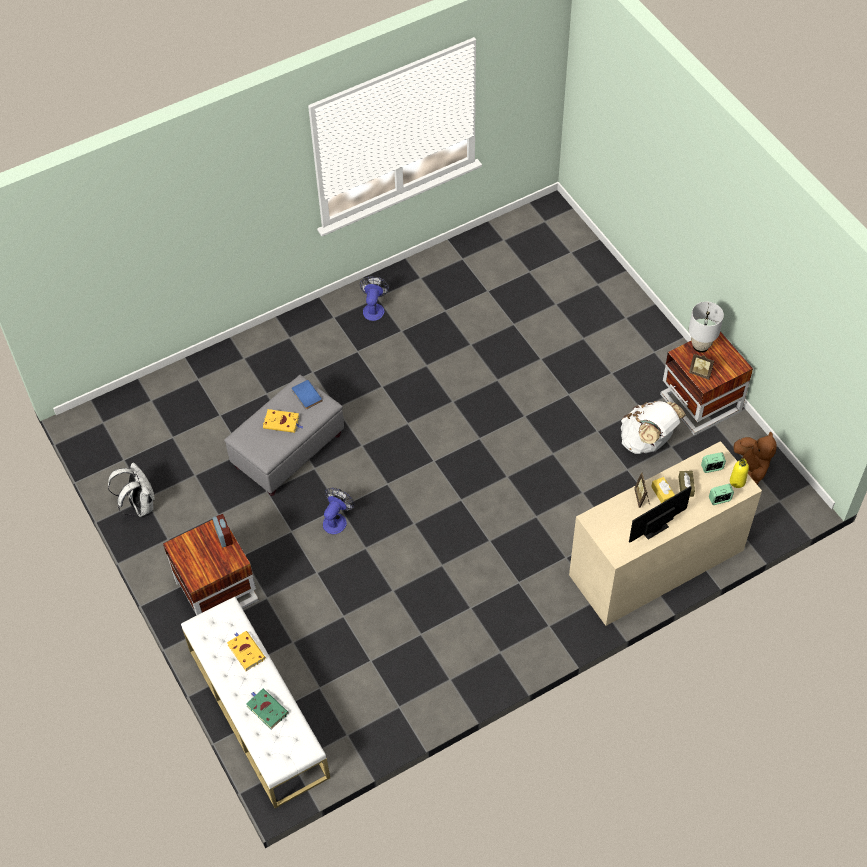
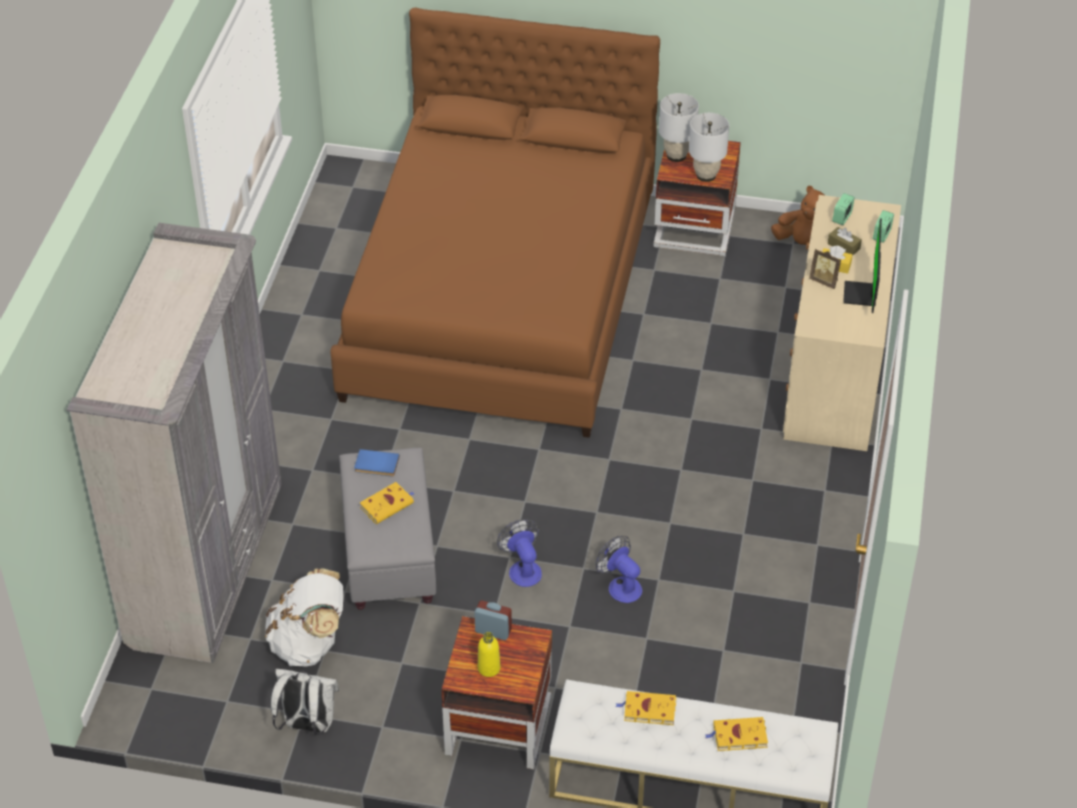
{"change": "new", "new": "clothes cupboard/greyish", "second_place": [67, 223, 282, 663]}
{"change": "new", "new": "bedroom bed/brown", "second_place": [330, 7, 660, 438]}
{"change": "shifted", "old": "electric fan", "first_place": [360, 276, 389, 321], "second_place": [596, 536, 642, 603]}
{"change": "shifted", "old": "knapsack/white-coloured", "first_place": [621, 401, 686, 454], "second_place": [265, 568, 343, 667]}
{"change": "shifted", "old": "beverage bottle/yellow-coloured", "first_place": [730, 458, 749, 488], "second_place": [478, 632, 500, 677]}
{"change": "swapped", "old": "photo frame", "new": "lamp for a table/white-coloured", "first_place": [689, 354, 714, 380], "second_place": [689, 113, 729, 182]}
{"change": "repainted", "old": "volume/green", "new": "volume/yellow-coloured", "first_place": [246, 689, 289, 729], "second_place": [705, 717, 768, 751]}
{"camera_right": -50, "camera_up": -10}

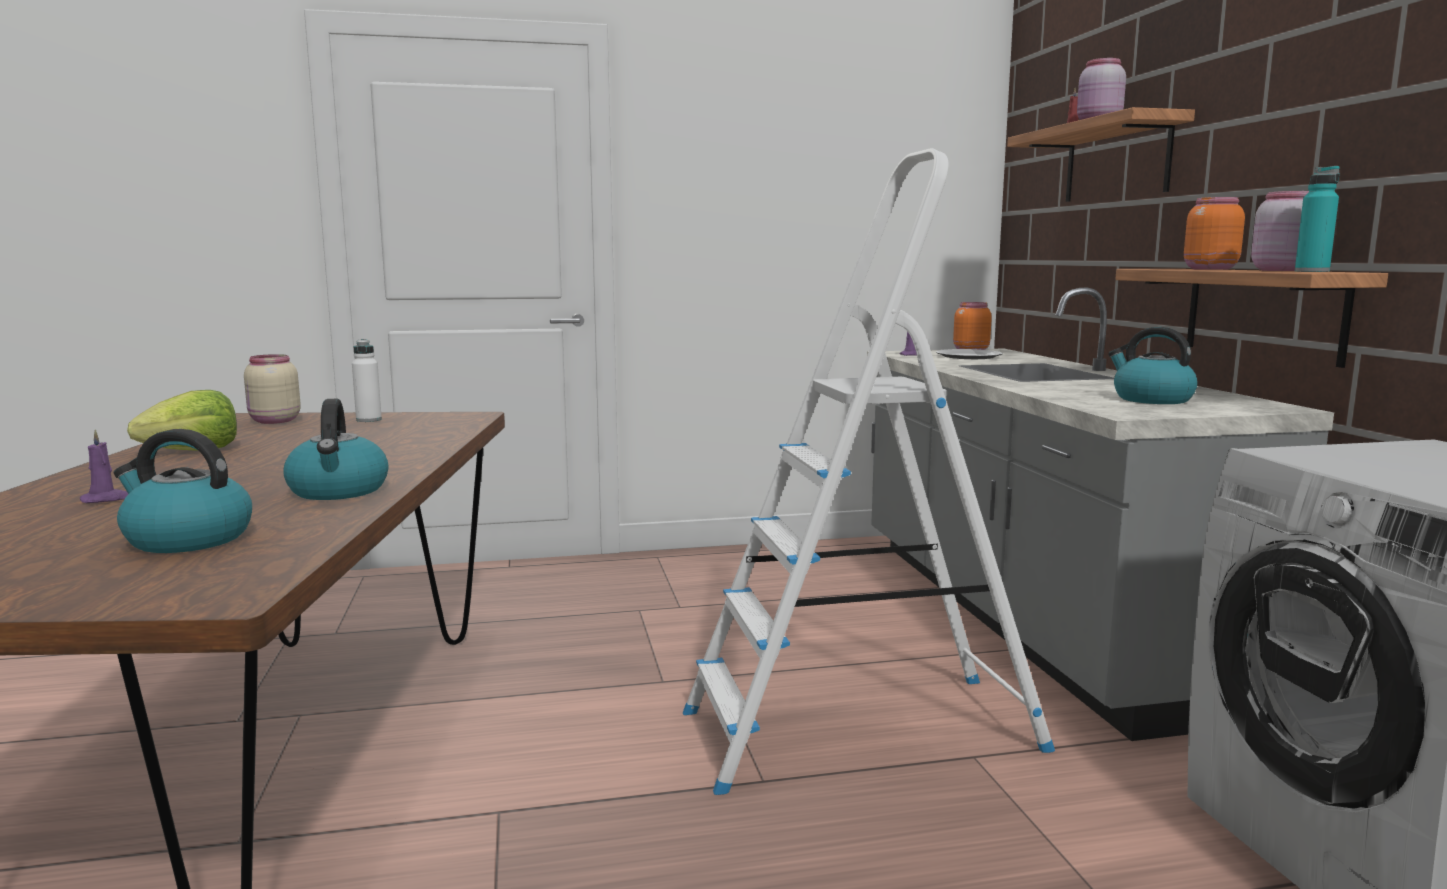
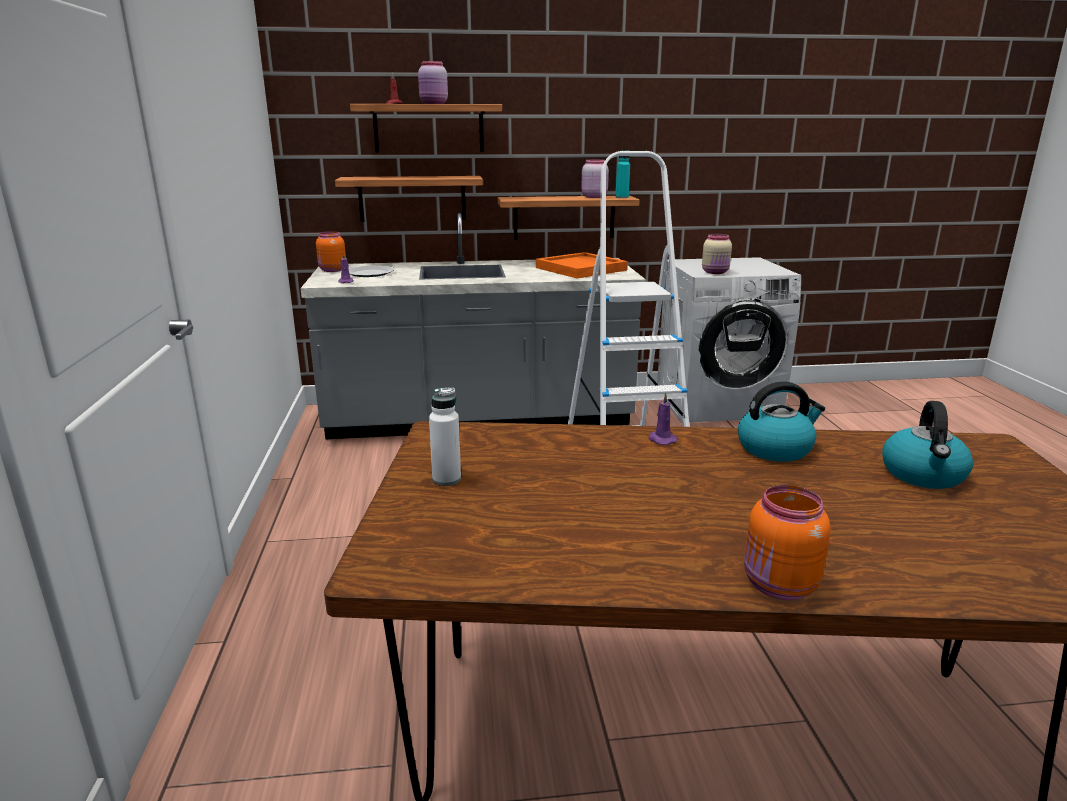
{"change": "gone", "old": "lettuce head", "first_place": [127, 390, 237, 451]}
{"change": "new", "new": "wall shelf", "second_place": [335, 176, 483, 222]}
{"change": "shifted", "old": "wax light/purple-coloured", "first_place": [80, 429, 128, 503], "second_place": [649, 393, 677, 445]}
{"change": "shifted", "old": "preserve jar/beige-coloured", "first_place": [244, 354, 301, 424], "second_place": [702, 234, 732, 274]}
{"change": "shifted", "old": "preserve jar/orangey", "first_place": [1184, 197, 1245, 270], "second_place": [744, 485, 831, 600]}
{"change": "swapped", "old": "tea kettle", "new": "carrying tray/orangey", "first_place": [1108, 327, 1198, 404], "second_place": [536, 252, 628, 279]}
{"camera_right": -85, "camera_up": 10}

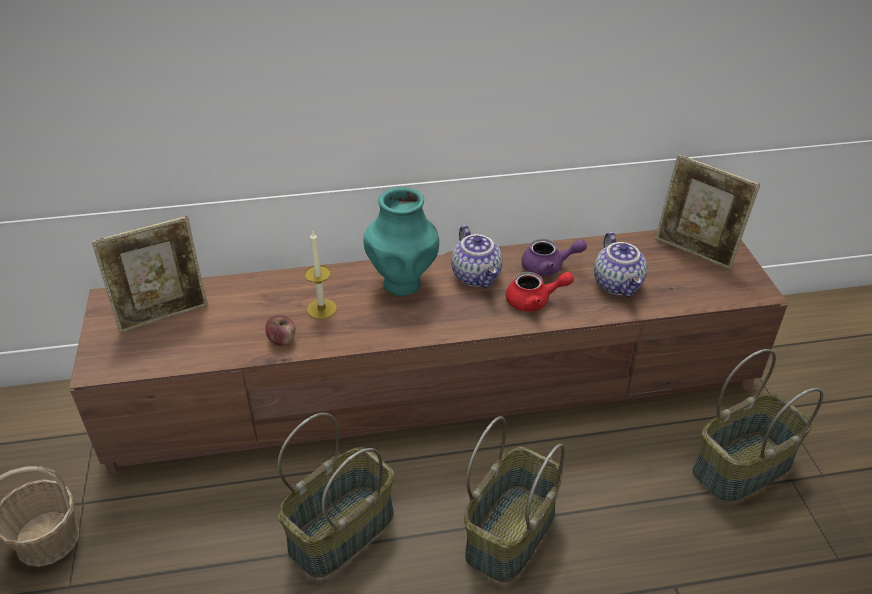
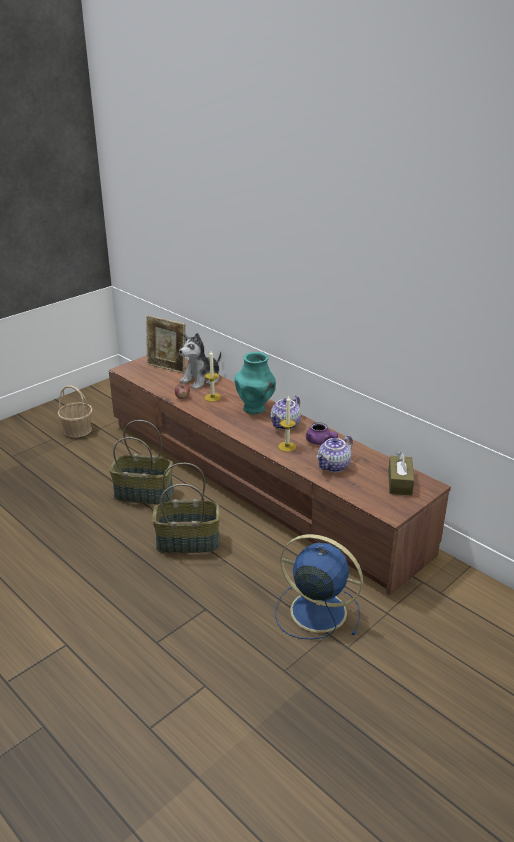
{"change": "new", "new": "plush toy", "second_place": [179, 333, 221, 389]}
{"change": "swapped", "old": "pot for tea/red", "new": "wax light", "first_place": [506, 272, 574, 312], "second_place": [278, 395, 296, 452]}
{"change": "swapped", "old": "photo frame", "new": "tissue box/brown", "first_place": [655, 154, 760, 270], "second_place": [388, 452, 414, 496]}
{"change": "swapped", "old": "storage basket", "new": "electric fan/blue-coloured", "first_place": [692, 349, 824, 503], "second_place": [275, 534, 363, 640]}
{"camera_right": 55, "camera_up": -10}

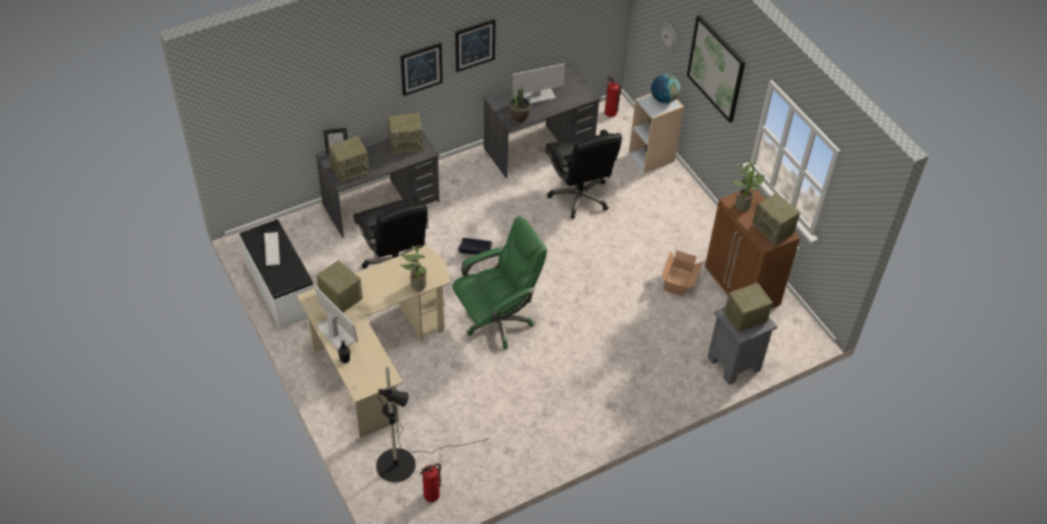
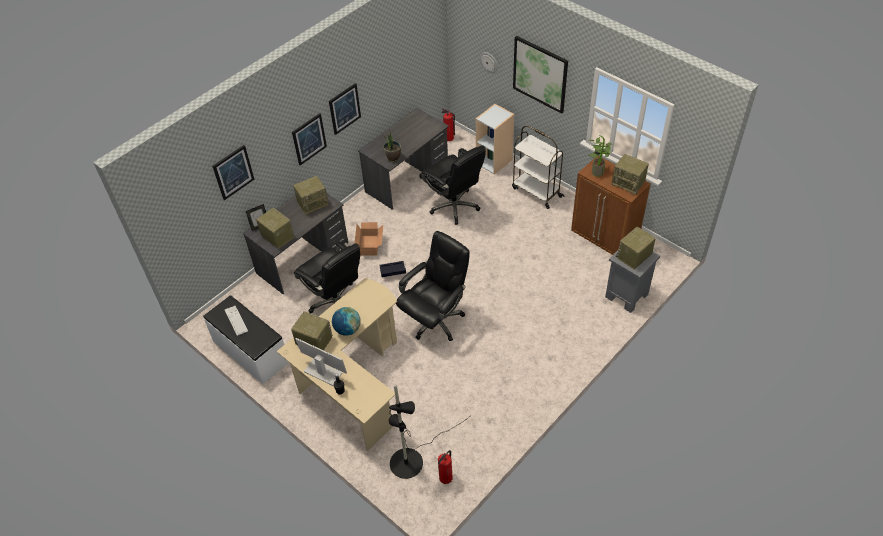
{"change": "gone", "old": "plant in a pot", "first_place": [400, 245, 427, 291]}
{"change": "gone", "old": "monitor", "first_place": [513, 64, 565, 104]}
{"change": "new", "new": "wall picture", "second_place": [212, 145, 254, 200]}
{"change": "new", "new": "wheeled cart/white-coloured", "second_place": [512, 126, 564, 209]}
{"change": "shifted", "old": "world globe", "first_place": [651, 74, 680, 103], "second_place": [332, 307, 361, 336]}
{"change": "shifted", "old": "carton", "first_place": [662, 251, 703, 296], "second_place": [354, 222, 383, 256]}
{"change": "repainted", "old": "desk chair/green", "new": "desk chair/black-coloured", "first_place": [453, 216, 547, 349], "second_place": [396, 231, 470, 341]}
{"change": "rotated", "old": "radio", "first_place": [328, 136, 371, 183], "second_place": [256, 207, 294, 249], "degrees": -90}
{"camera_right": -15, "camera_up": 0}

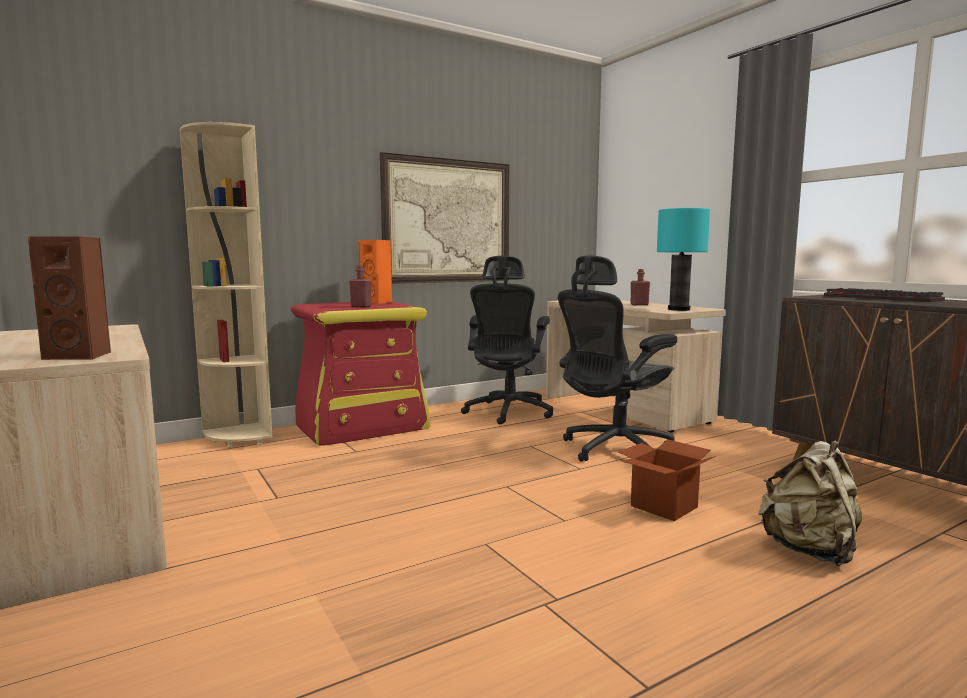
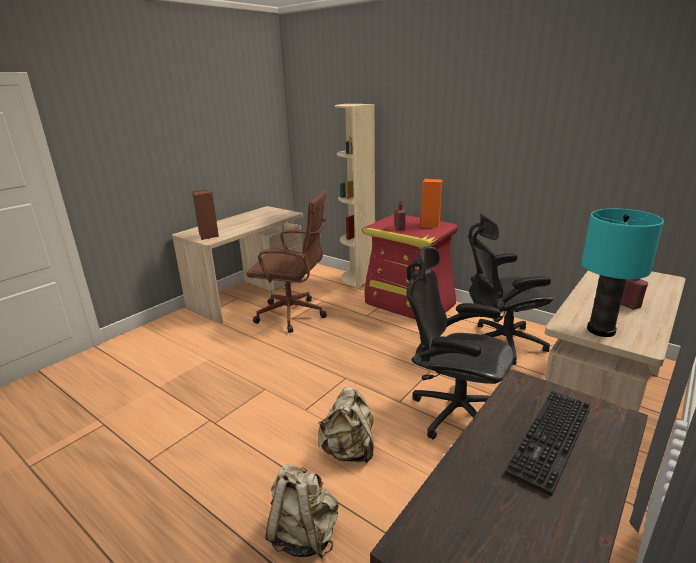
{"change": "gone", "old": "wall picture", "first_place": [380, 152, 509, 284]}
{"change": "new", "new": "desk chair/brown", "second_place": [246, 189, 327, 333]}
{"change": "swapped", "old": "carton", "new": "knapsack/beige-coloured", "first_place": [619, 440, 716, 521], "second_place": [318, 387, 374, 464]}
{"camera_right": 70, "camera_up": 15}

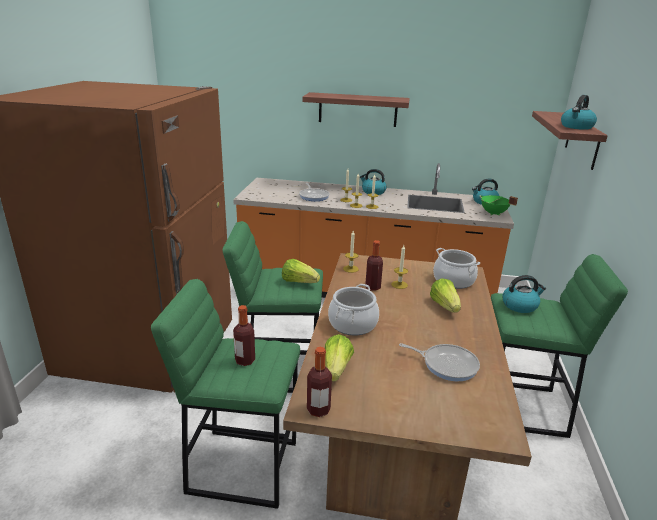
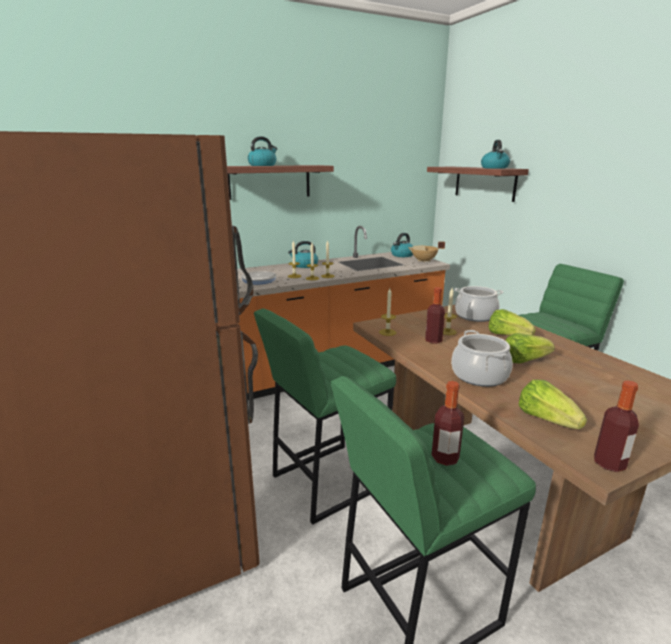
{"change": "gone", "old": "pan", "first_place": [399, 343, 480, 381]}
{"change": "shifted", "old": "lettuce head", "first_place": [282, 259, 320, 283], "second_place": [505, 333, 555, 364]}
{"change": "shifted", "old": "tea kettle", "first_place": [502, 275, 546, 313], "second_place": [248, 136, 277, 166]}
{"change": "repainted", "old": "cooking pot/green", "new": "cooking pot/beige-coloured", "first_place": [480, 195, 518, 216], "second_place": [408, 242, 445, 263]}
{"camera_right": -35, "camera_up": -5}

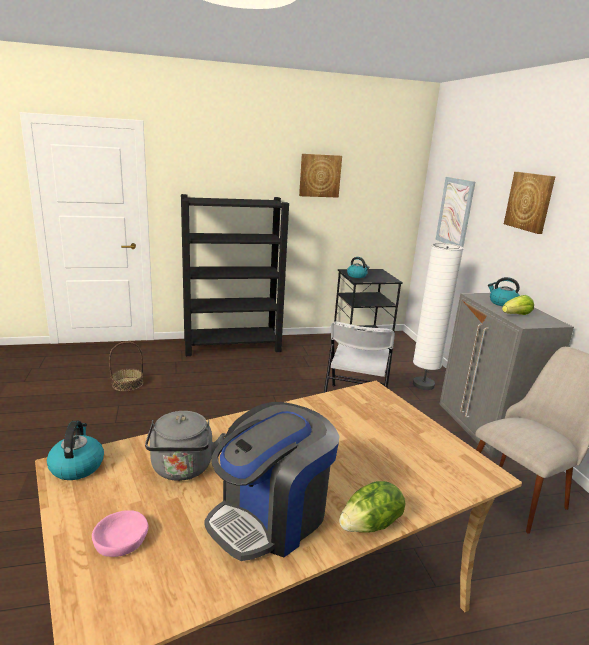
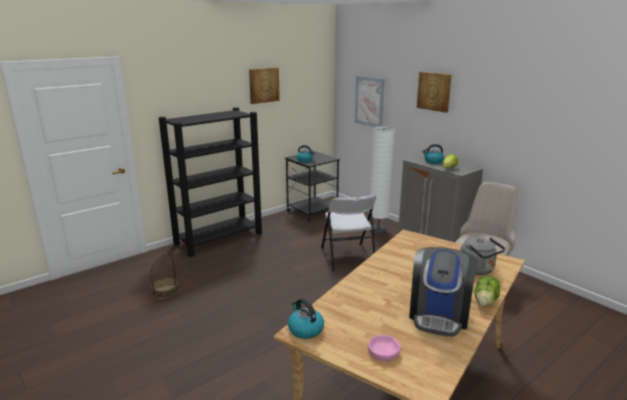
{"change": "shifted", "old": "tea kettle/greyish", "first_place": [145, 411, 226, 481], "second_place": [460, 238, 505, 275]}
{"camera_right": -25, "camera_up": 0}

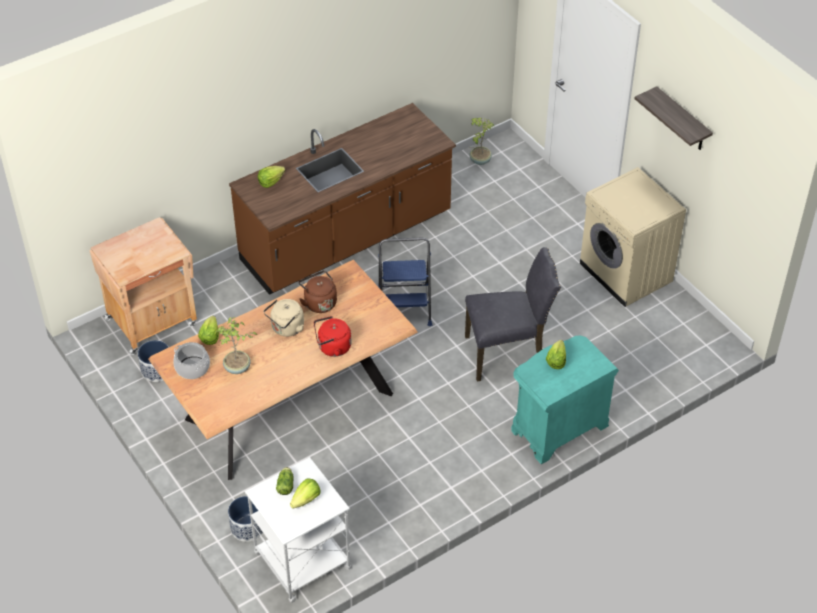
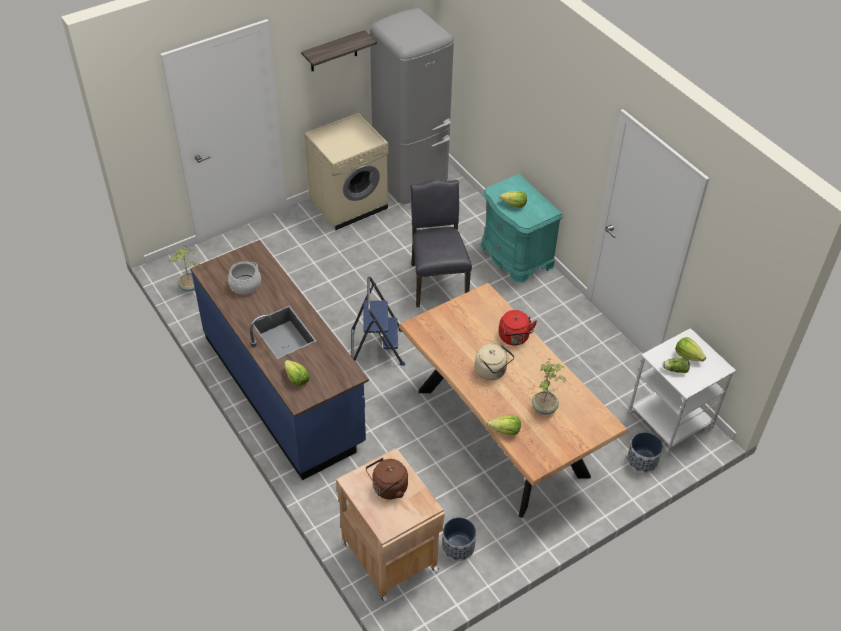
{"change": "new", "new": "fridge/greyish", "second_place": [370, 8, 454, 204]}
{"change": "shifted", "old": "cooking pot", "first_place": [173, 342, 210, 379], "second_place": [228, 261, 261, 295]}
{"change": "shifted", "old": "tea kettle/brown", "first_place": [299, 270, 337, 313], "second_place": [366, 458, 408, 499]}
{"change": "repainted", "old": "kitchen base unit/brown", "new": "kitchen base unit/blue-coloured", "first_place": [229, 103, 456, 295], "second_place": [190, 240, 369, 480]}
{"camera_right": -90, "camera_up": 0}

